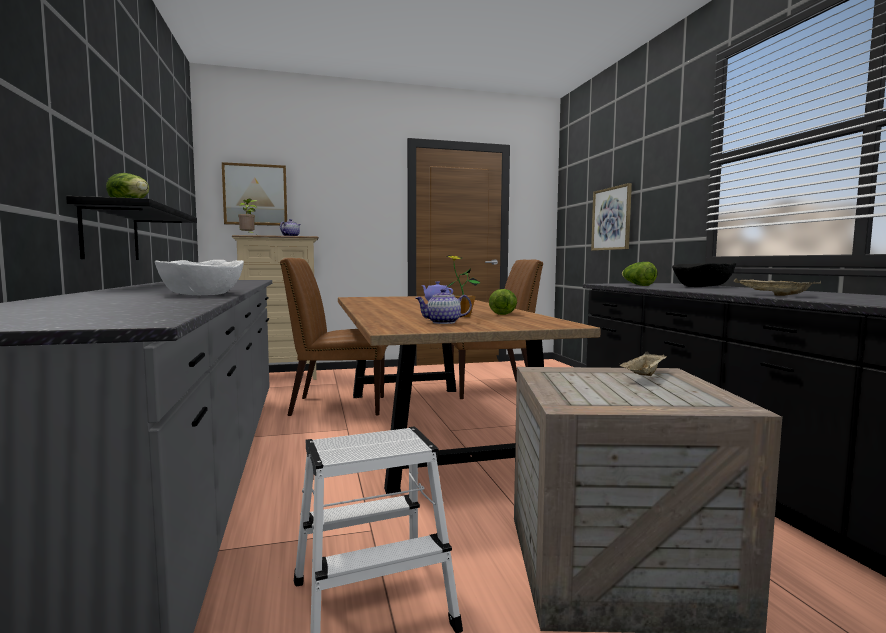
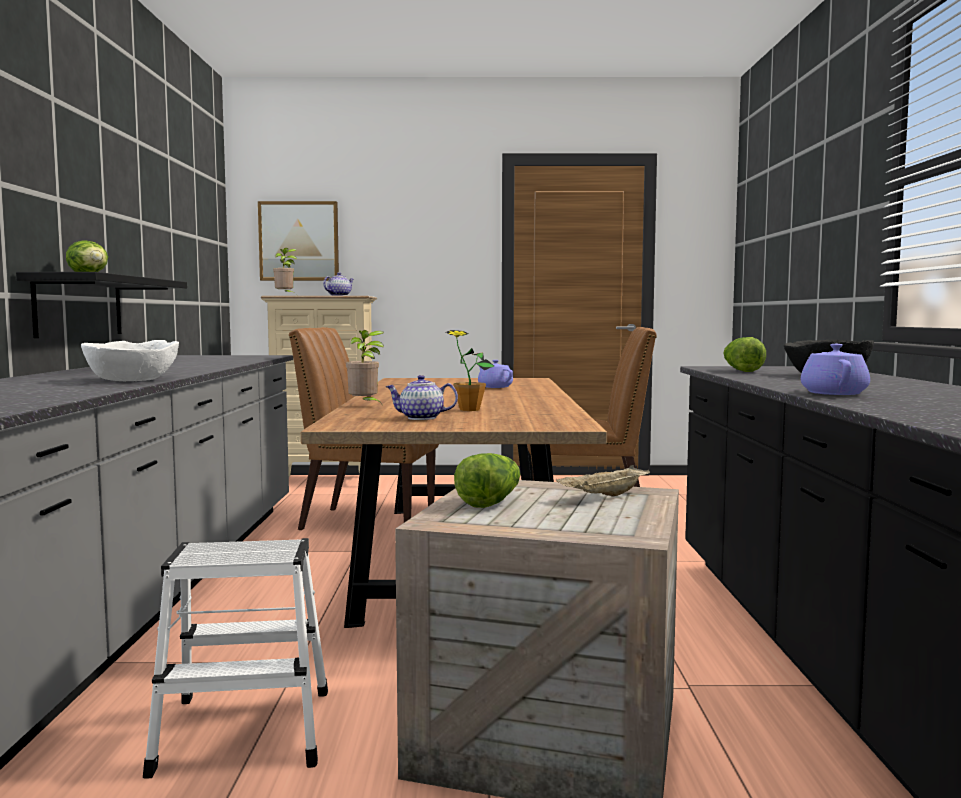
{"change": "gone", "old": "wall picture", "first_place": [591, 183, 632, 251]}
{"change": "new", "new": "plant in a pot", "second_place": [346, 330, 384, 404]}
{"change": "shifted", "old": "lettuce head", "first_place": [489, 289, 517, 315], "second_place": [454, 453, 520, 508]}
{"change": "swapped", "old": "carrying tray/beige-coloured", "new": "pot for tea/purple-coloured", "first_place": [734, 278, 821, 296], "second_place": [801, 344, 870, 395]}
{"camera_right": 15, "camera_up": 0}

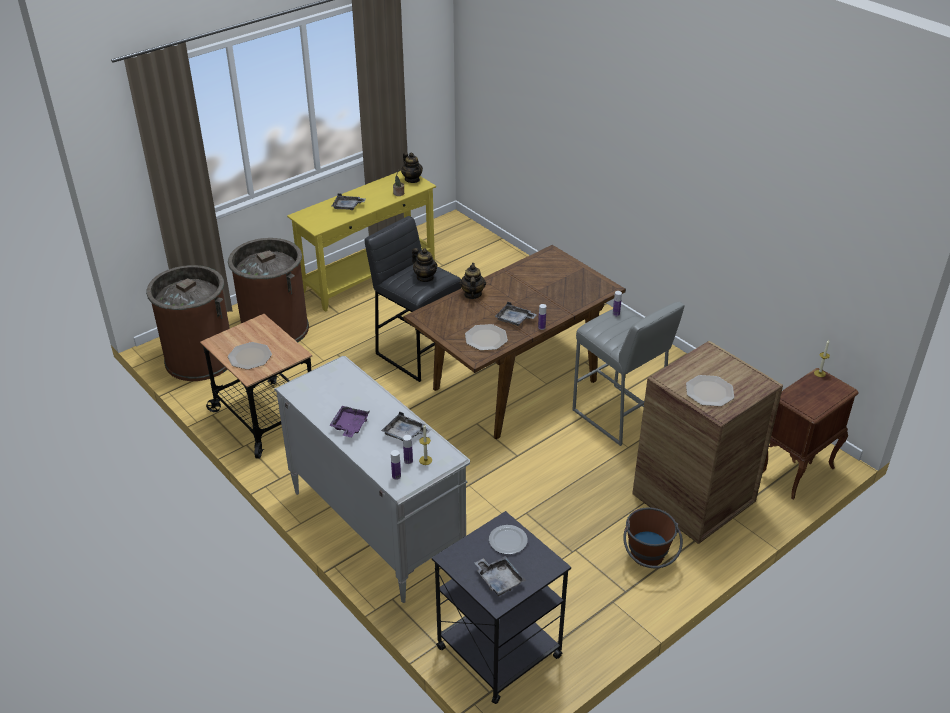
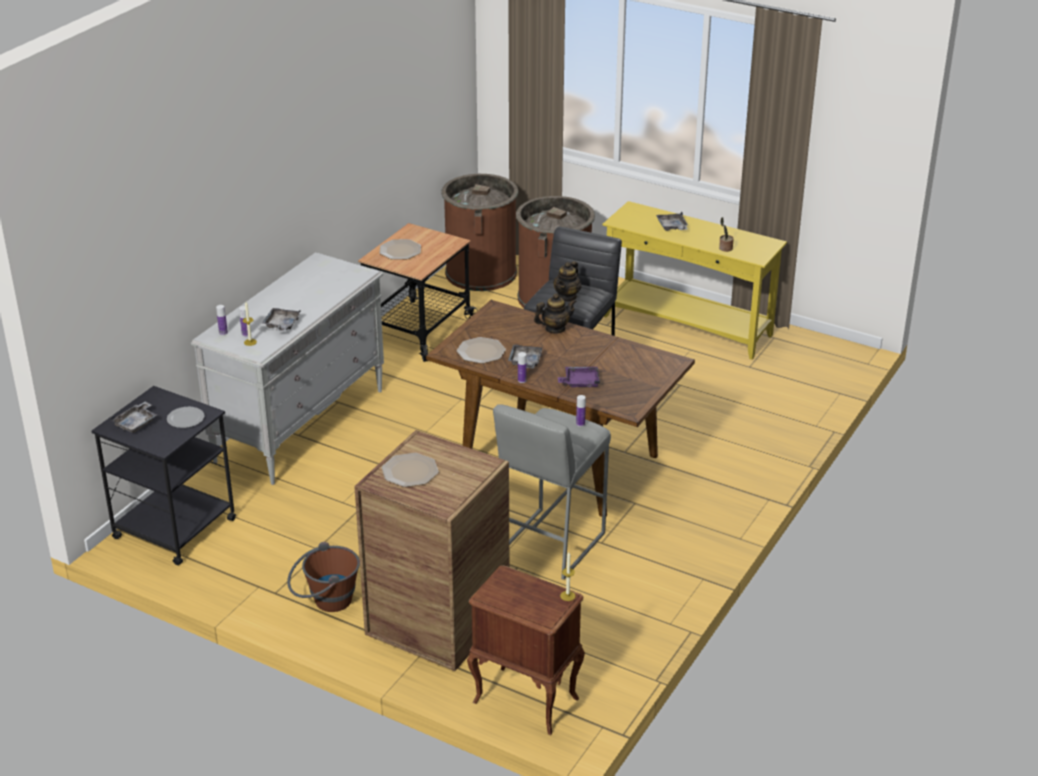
{"change": "gone", "old": "pot for tea", "first_place": [401, 153, 423, 183]}
{"change": "shifted", "old": "carrying tray/purple-coloured", "first_place": [329, 406, 370, 437], "second_place": [558, 367, 600, 387]}
{"camera_right": 70, "camera_up": -5}

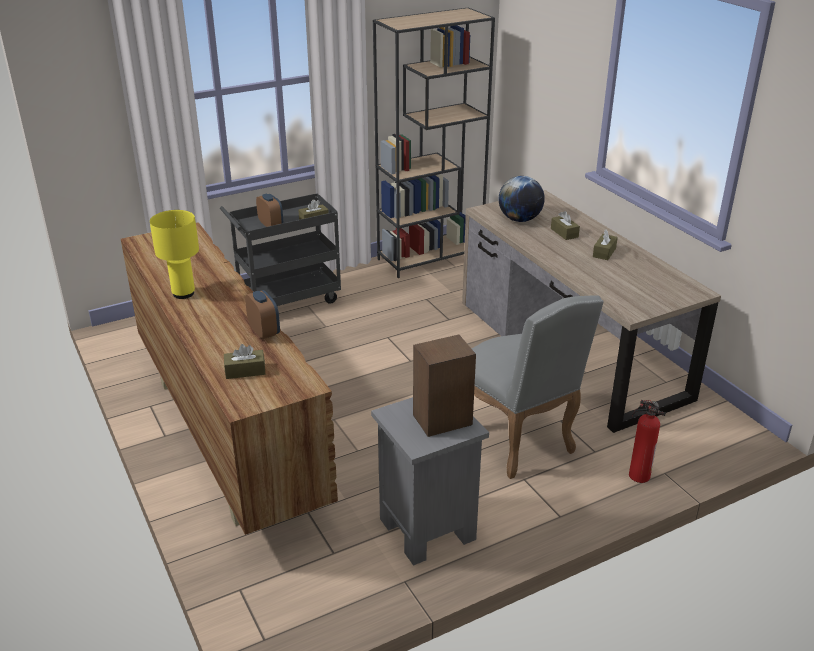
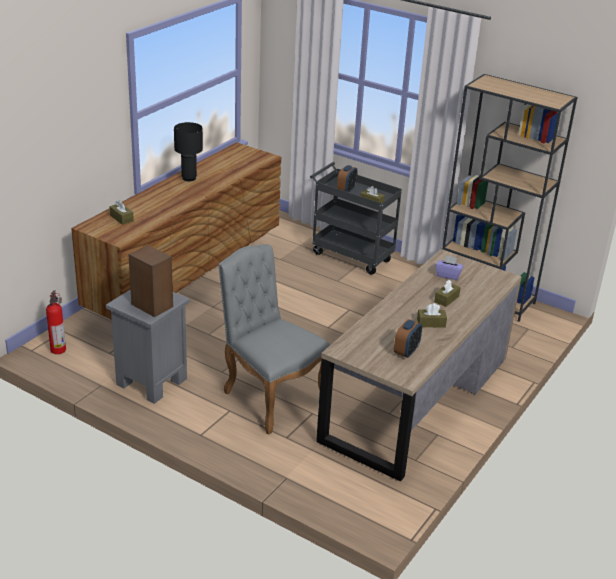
{"change": "shifted", "old": "bedside clock", "first_place": [245, 290, 280, 339], "second_place": [394, 319, 422, 358]}
{"change": "shifted", "old": "fire-fighting cylinder", "first_place": [629, 400, 666, 483], "second_place": [46, 290, 66, 354]}
{"change": "swapped", "old": "world globe", "new": "tissue box/purple-coloured", "first_place": [499, 176, 545, 222], "second_place": [435, 256, 464, 280]}
{"change": "repainted", "old": "lamp for a table/yellow-coloured", "new": "lamp for a table/black-coloured", "first_place": [150, 210, 199, 299], "second_place": [174, 122, 203, 181]}
{"change": "rotated", "old": "upright chair/greyish", "first_place": [472, 295, 604, 479], "second_place": [218, 244, 330, 435], "degrees": 105}
{"camera_right": 60, "camera_up": 0}

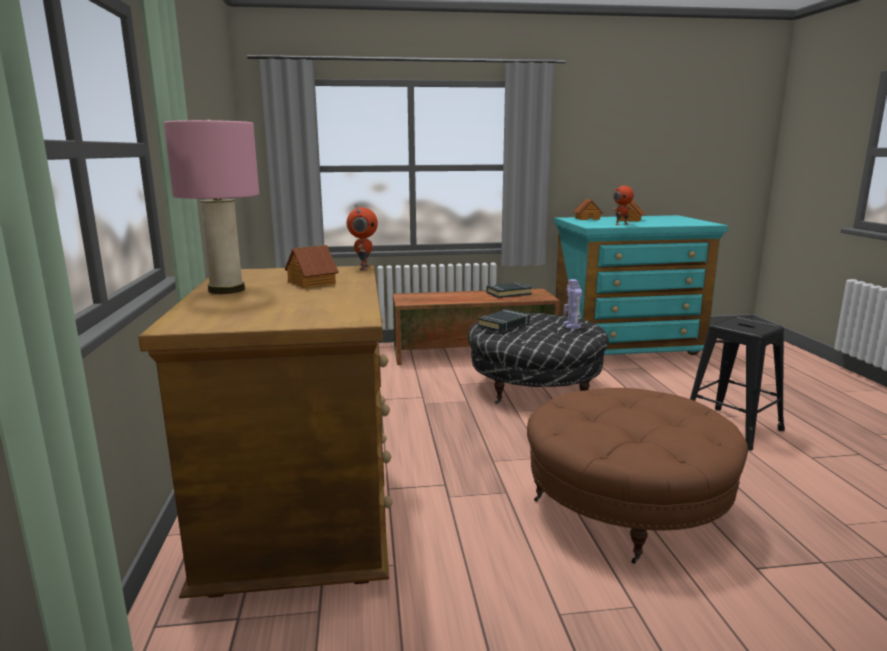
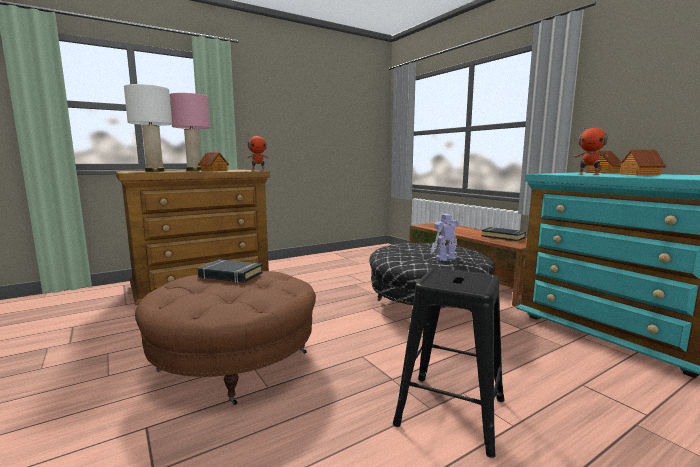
{"change": "new", "new": "lamp for a table/white-coloured", "second_place": [124, 84, 172, 172]}
{"change": "shifted", "old": "volume/black-coloured", "first_place": [478, 309, 530, 332], "second_place": [198, 260, 263, 283]}
{"camera_right": 65, "camera_up": -5}

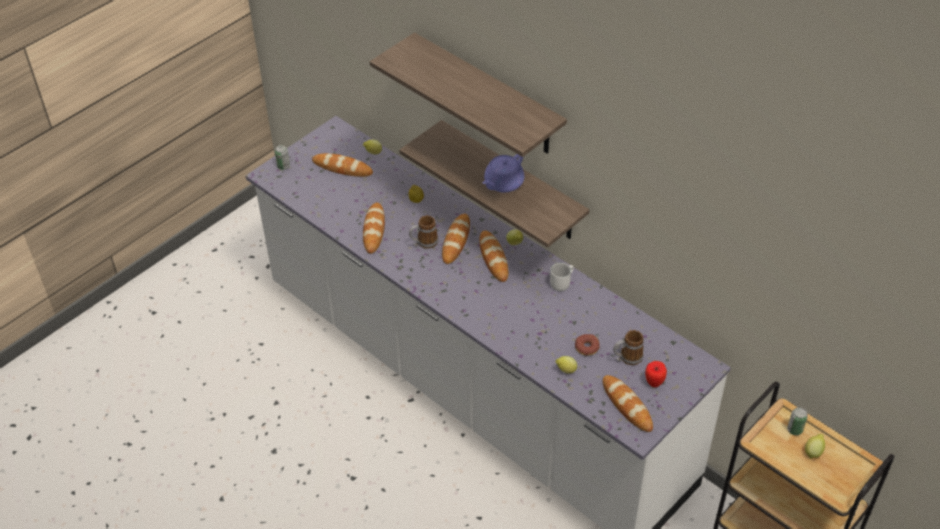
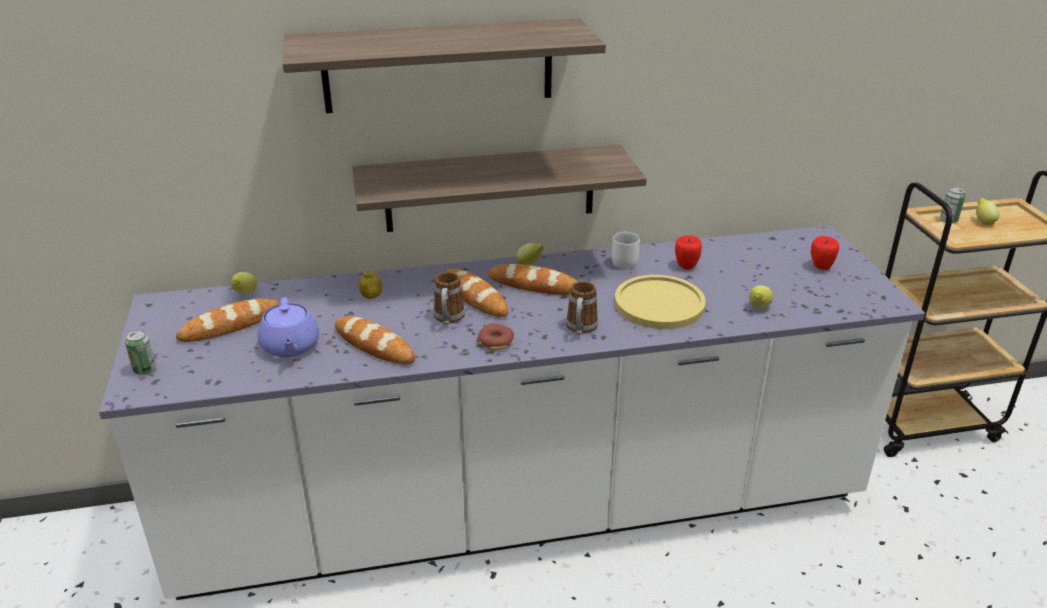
{"change": "gone", "old": "bread", "first_place": [603, 375, 653, 432]}
{"change": "new", "new": "plate/yellow-coloured", "second_place": [615, 275, 706, 329]}
{"change": "new", "new": "whole apple", "second_place": [675, 235, 702, 270]}
{"change": "shifted", "old": "pot for tea/purple-coloured", "first_place": [483, 154, 524, 193], "second_place": [258, 297, 319, 357]}
{"change": "shifted", "old": "doughnut", "first_place": [575, 334, 600, 356], "second_place": [477, 323, 514, 350]}
{"change": "shifted", "old": "coffee mug", "first_place": [613, 330, 644, 365], "second_place": [566, 281, 598, 335]}
{"camera_right": -55, "camera_up": -15}

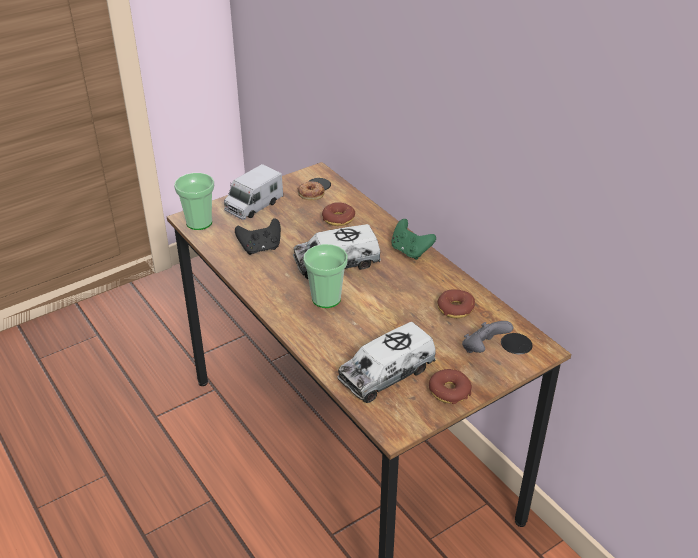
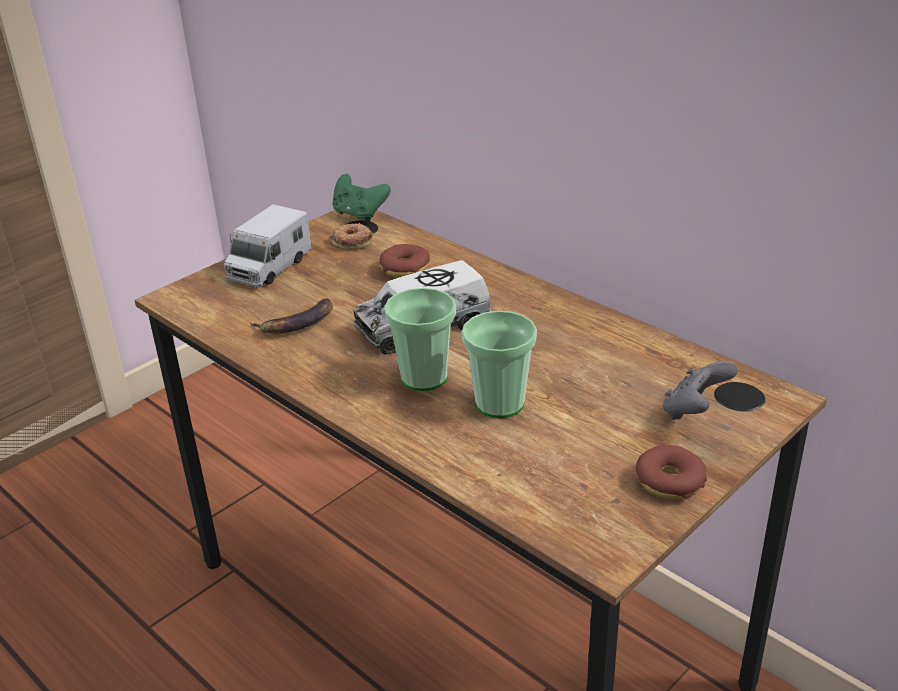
{"change": "gone", "old": "model truck", "first_place": [337, 322, 436, 403]}
{"change": "gone", "old": "doughnut", "first_place": [437, 289, 475, 318]}
{"change": "shifted", "old": "cup", "first_place": [174, 173, 214, 230], "second_place": [462, 311, 537, 418]}
{"change": "shifted", "old": "joypad/green", "first_place": [391, 219, 436, 260], "second_place": [332, 174, 391, 222]}
{"change": "swapped", "old": "joypad/black-coloured", "new": "whole banana", "first_place": [235, 218, 281, 255], "second_place": [250, 298, 333, 334]}
{"camera_right": -10, "camera_up": -5}

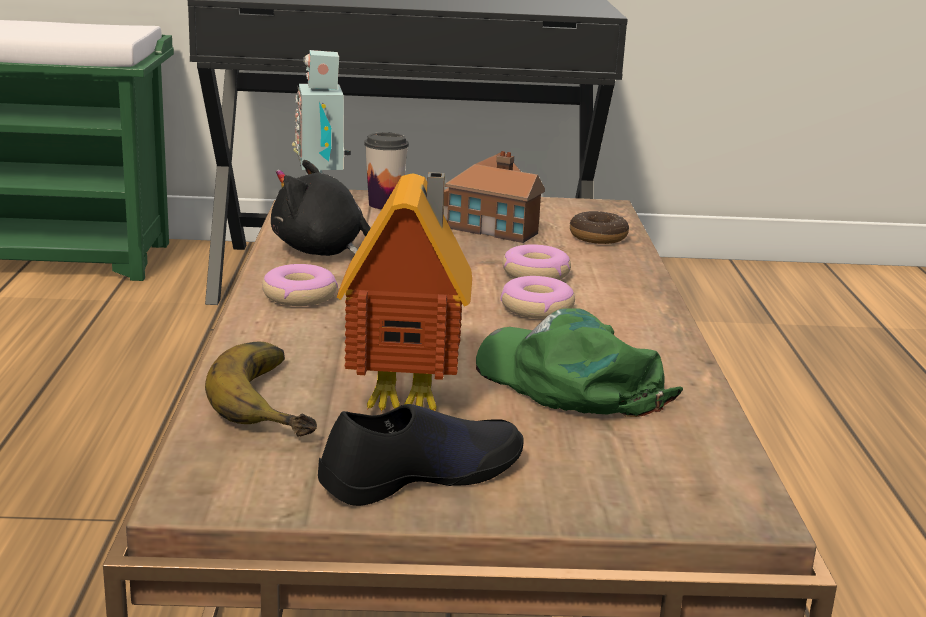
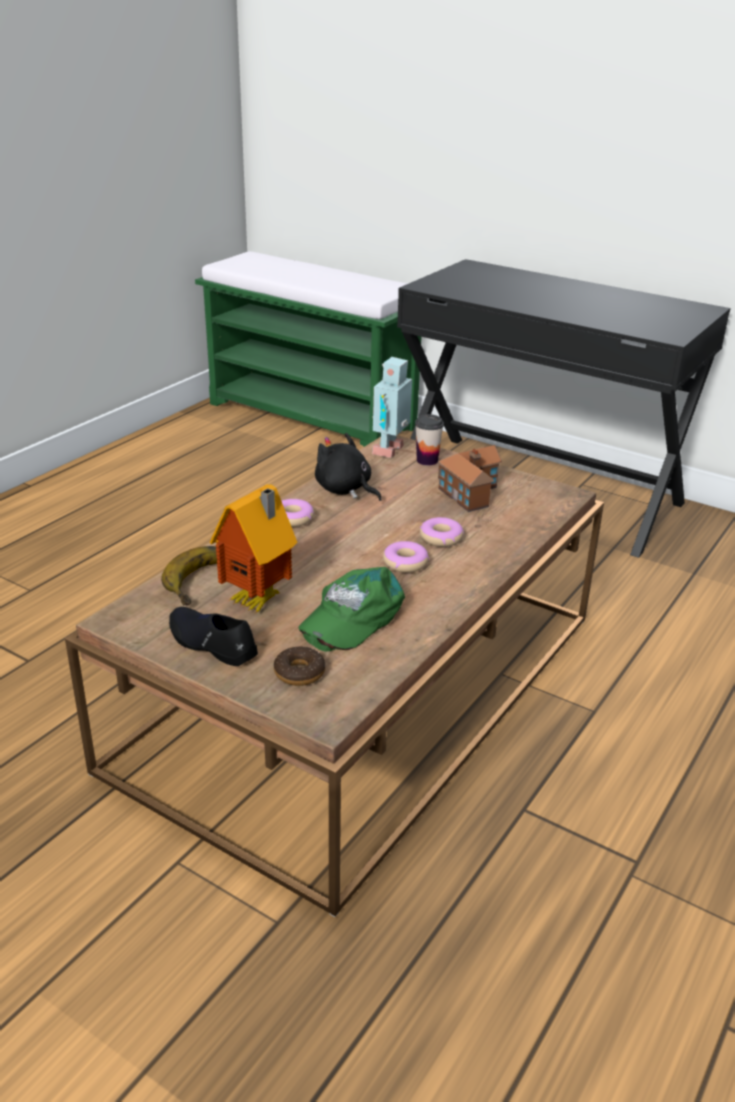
{"change": "shifted", "old": "doughnut", "first_place": [570, 211, 629, 244], "second_place": [274, 647, 325, 686]}
{"change": "rotated", "old": "low shoe/black-coloured", "first_place": [318, 404, 524, 506], "second_place": [169, 607, 258, 666], "degrees": -150}
{"change": "rotated", "old": "peaked cap/green", "first_place": [476, 309, 683, 417], "second_place": [298, 567, 405, 651], "degrees": -135}
{"camera_right": 35, "camera_up": 10}

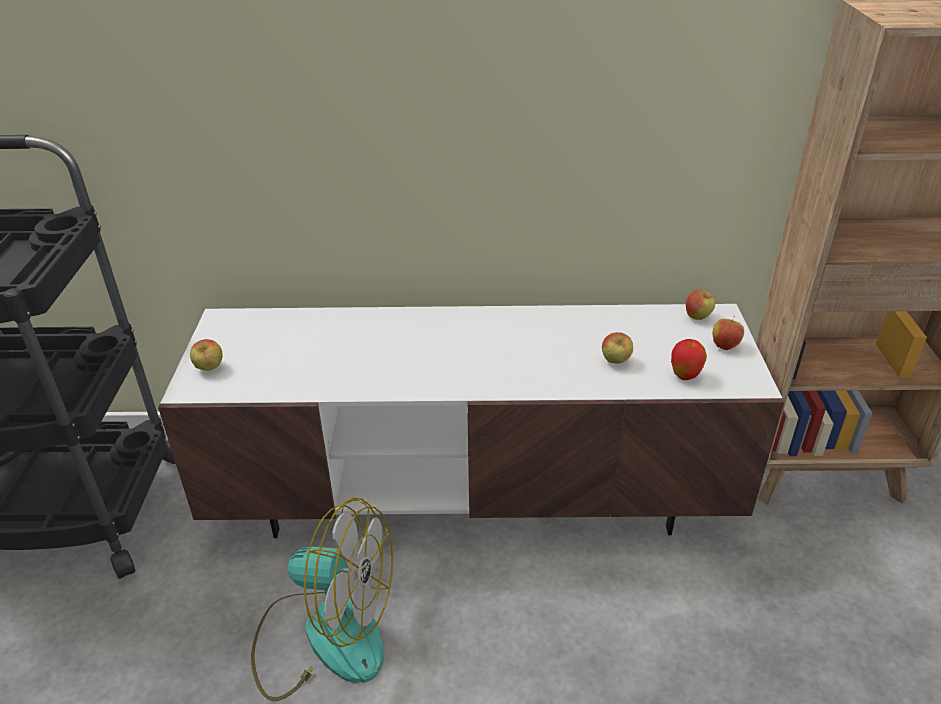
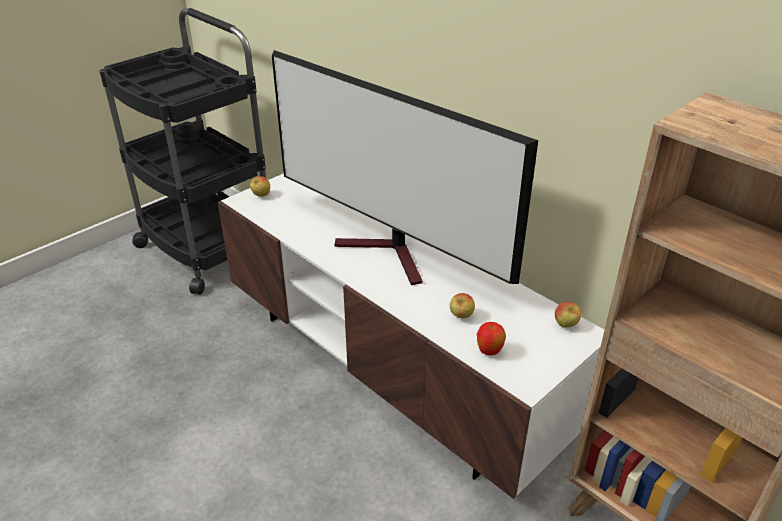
{"change": "gone", "old": "electric fan", "first_place": [251, 498, 393, 701]}
{"change": "gone", "old": "whole apple", "first_place": [713, 315, 744, 350]}
{"change": "new", "new": "television", "second_place": [272, 50, 538, 285]}
{"camera_right": 45, "camera_up": 0}

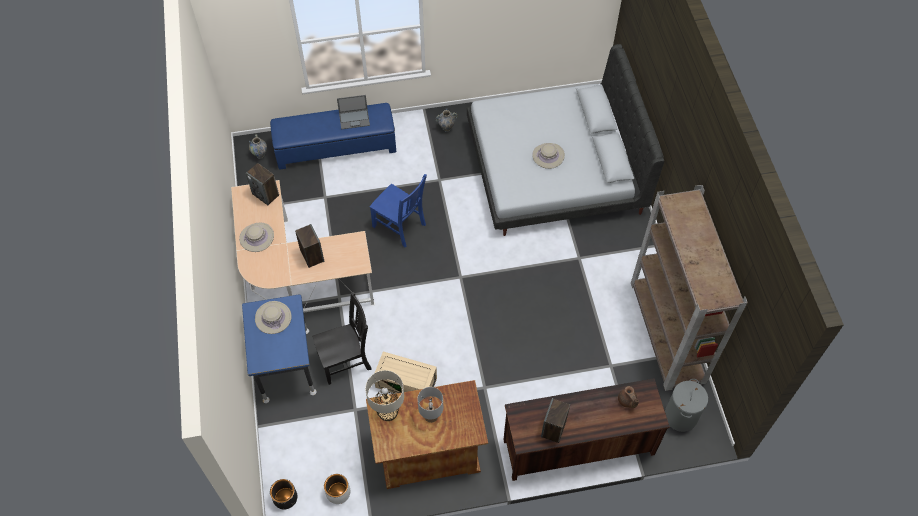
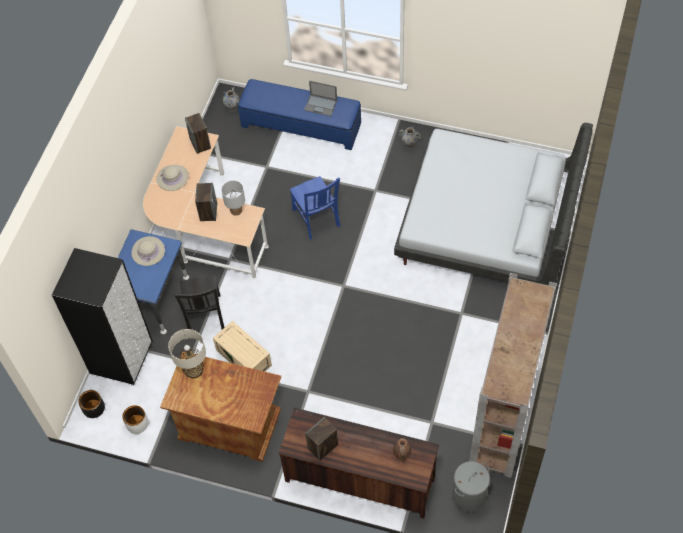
{"change": "gone", "old": "wearable hat/beige-coloured", "first_place": [532, 143, 565, 169]}
{"change": "new", "new": "clothes cupboard", "second_place": [52, 248, 152, 386]}
{"change": "shifted", "old": "lamp for a table/greyish", "first_place": [418, 387, 443, 423], "second_place": [221, 180, 245, 216]}
{"change": "rotated", "old": "upright chair/black-coloured", "first_place": [312, 292, 372, 385], "second_place": [174, 275, 224, 329], "degrees": 75}
{"camera_right": 30, "camera_up": 0}

